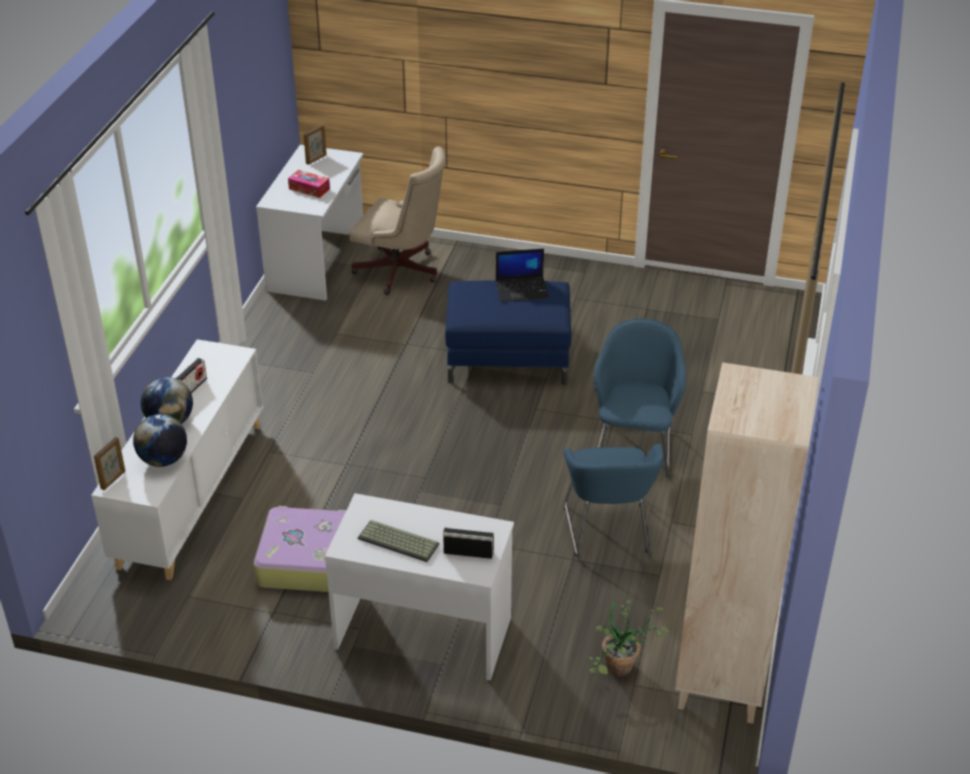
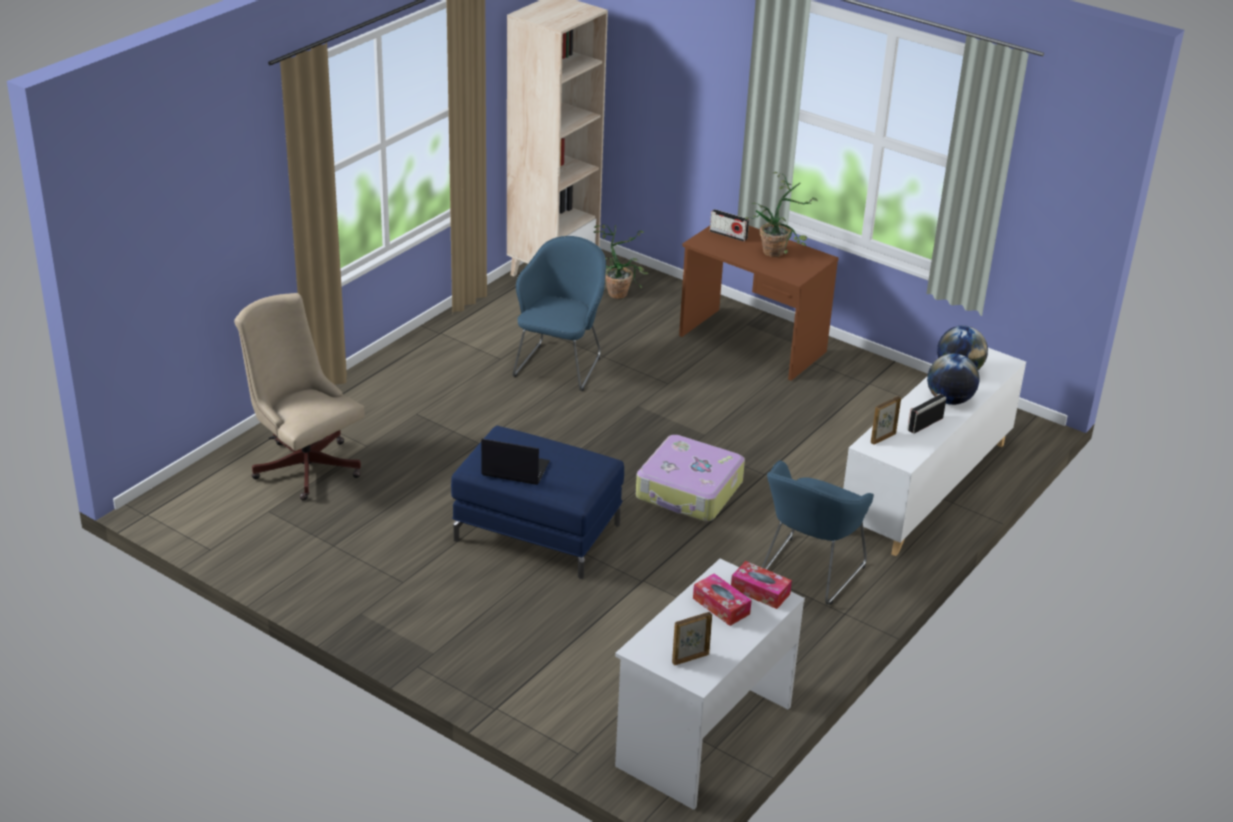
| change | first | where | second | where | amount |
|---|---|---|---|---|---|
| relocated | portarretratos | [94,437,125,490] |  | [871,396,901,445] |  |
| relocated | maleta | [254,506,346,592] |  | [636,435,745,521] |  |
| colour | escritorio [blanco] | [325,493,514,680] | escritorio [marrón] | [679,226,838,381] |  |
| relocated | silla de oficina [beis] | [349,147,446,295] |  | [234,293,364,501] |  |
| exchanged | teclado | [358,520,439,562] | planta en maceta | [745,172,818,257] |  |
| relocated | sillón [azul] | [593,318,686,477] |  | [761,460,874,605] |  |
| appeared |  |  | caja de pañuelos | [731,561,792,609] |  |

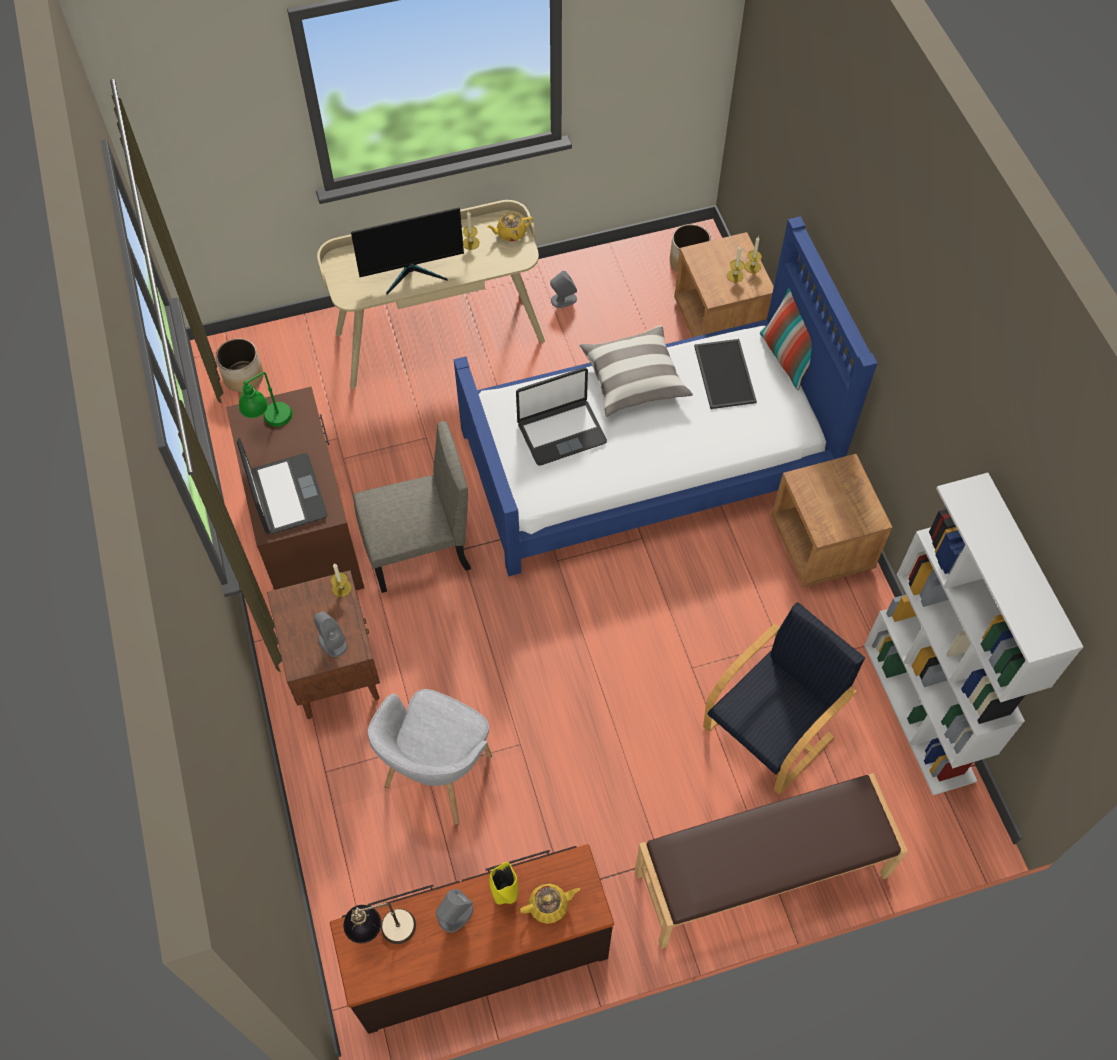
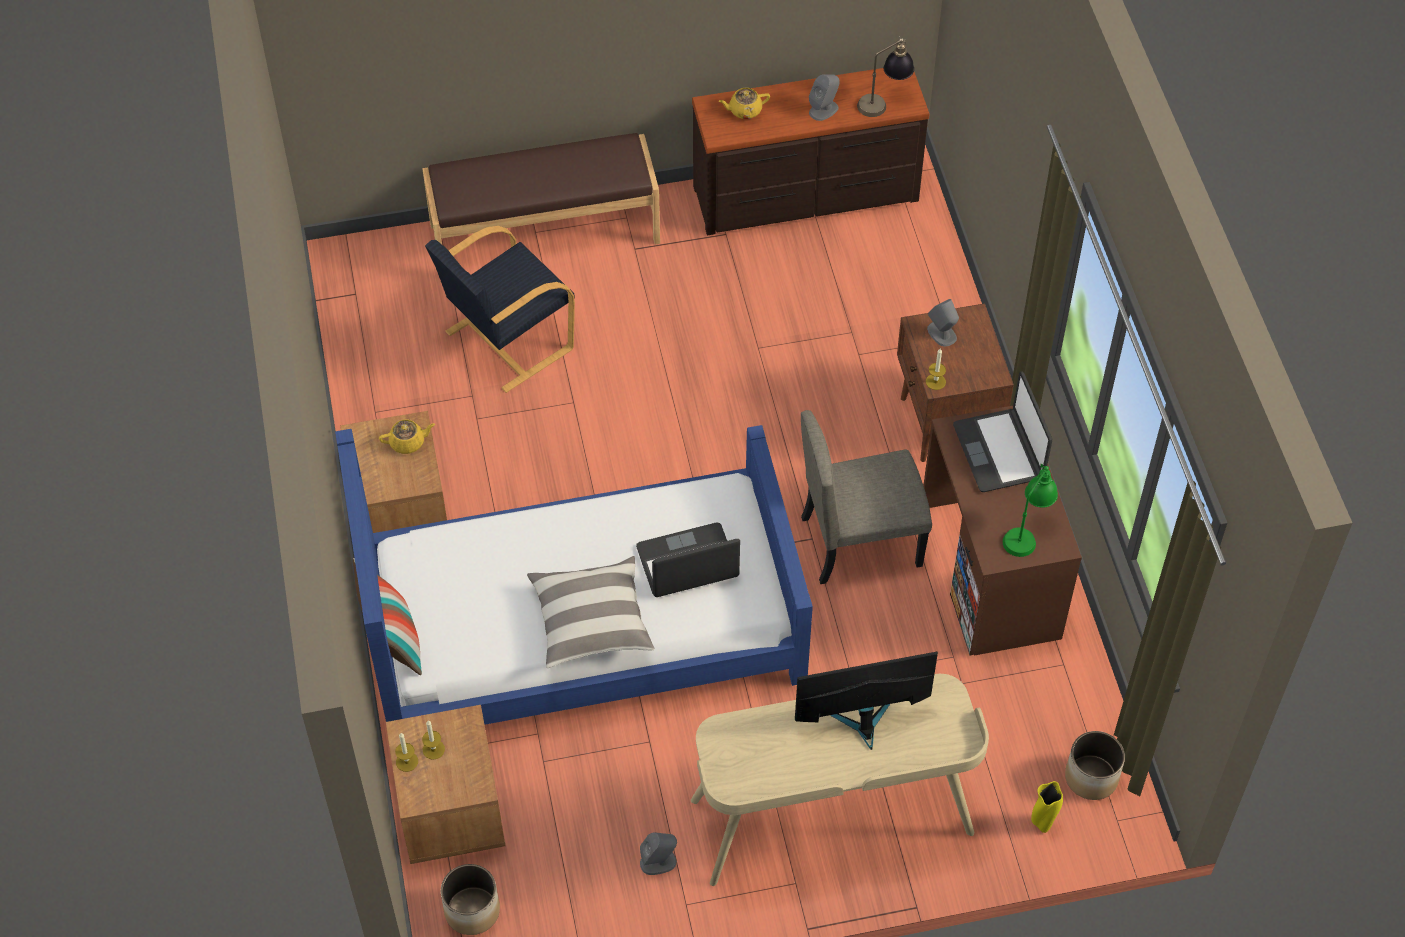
| change | first | where | second | where | amount |
|---|---|---|---|---|---|
| missing | sillón [gris] | [368,689,492,825] |  |  |  |
| missing | vela | [463,211,480,250] |  |  |  |
| relocated | tetera [amarillo] | [487,213,533,241] |  | [379,420,435,454] |  |
| relocated | florero [amarillo] | [489,862,518,905] |  | [1031,781,1063,833] |  |
| missing | bandeja | [694,339,757,409] |  |  |  |
| missing | estantería [blanco] | [864,473,1083,795] |  |  |  |

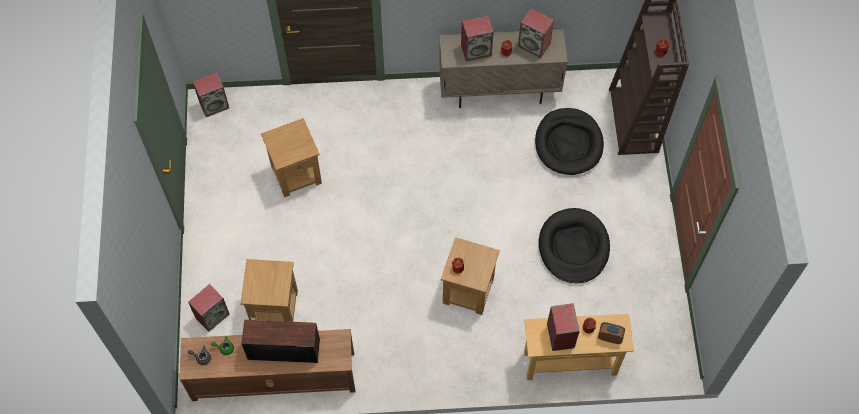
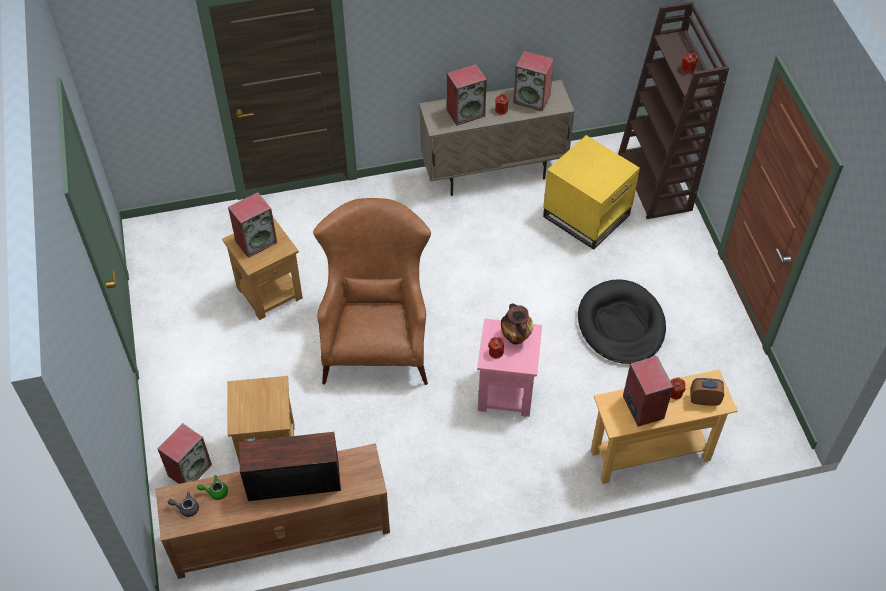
| change | first | where | second | where | amount |
|---|---|---|---|---|---|
| relocated | altavoz | [193,72,229,117] |  | [228,192,277,258] |  |
| colour | mesa auxiliar [marrón] | [441,237,500,315] | mesa auxiliar [rosa] | [477,319,542,417] |  |
| exchanged | cama para perro [negro] | [535,108,604,175] | mesa auxiliar [amarillo] | [543,135,640,250] |  |
| appeared |  |  | sillón [marrón] | [313,198,431,385] |  |
| appeared |  |  | florero | [501,303,533,344] |  |

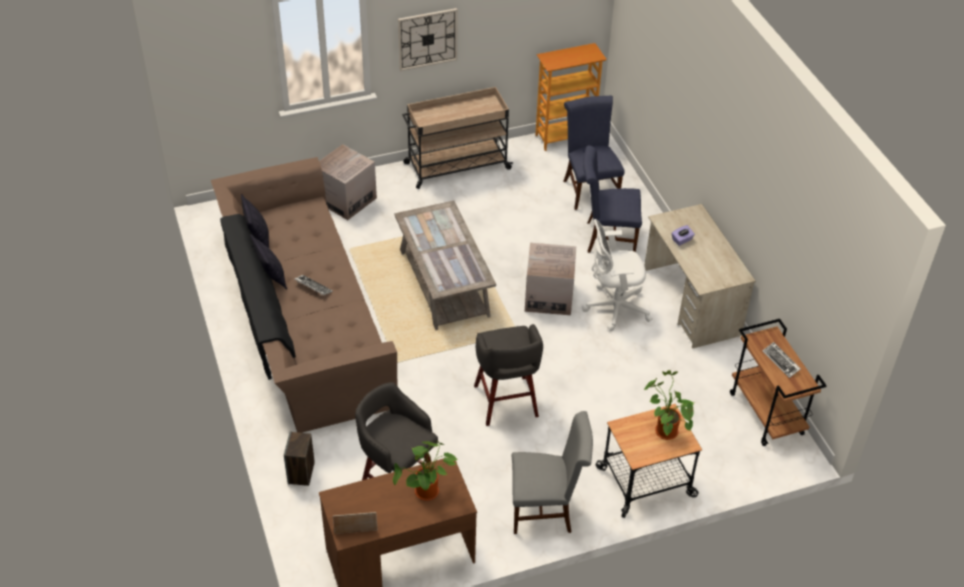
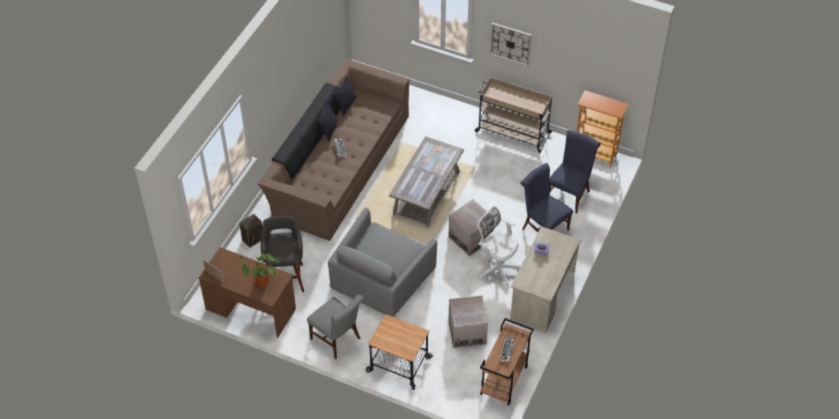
| change | first | where | second | where | amount |
|---|---|---|---|---|---|
| relocated | caja de cartón | [319,144,377,220] |  | [448,296,488,348] |  |
| exchanged | taburete [gris] | [474,324,543,426] | sillón [gris] | [328,208,437,317] |  |
| missing | planta en maceta | [644,370,694,440] |  |  |  |

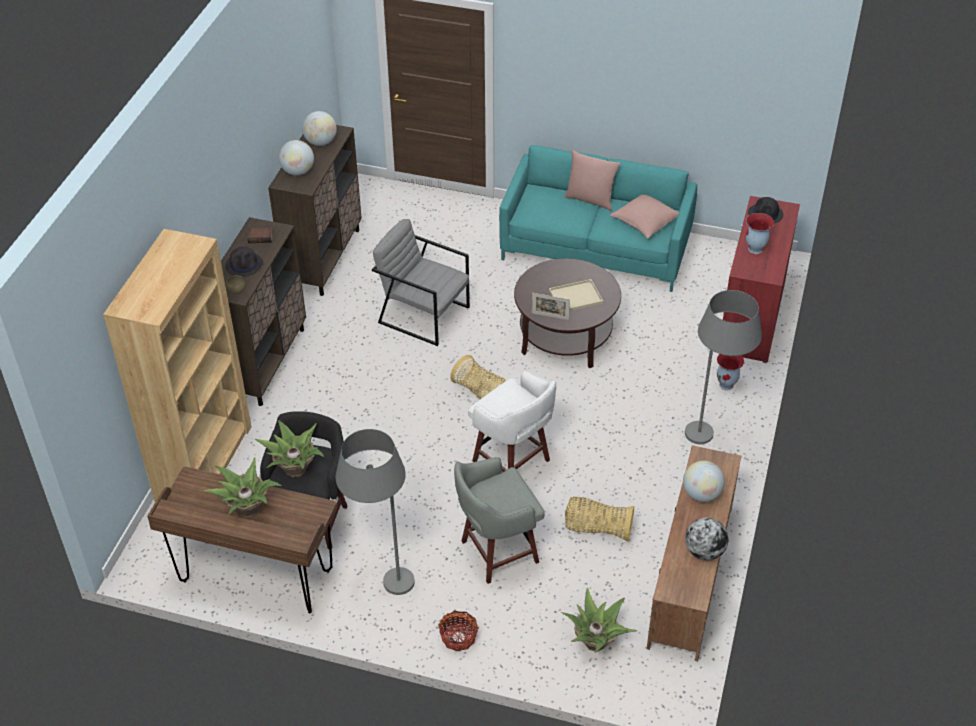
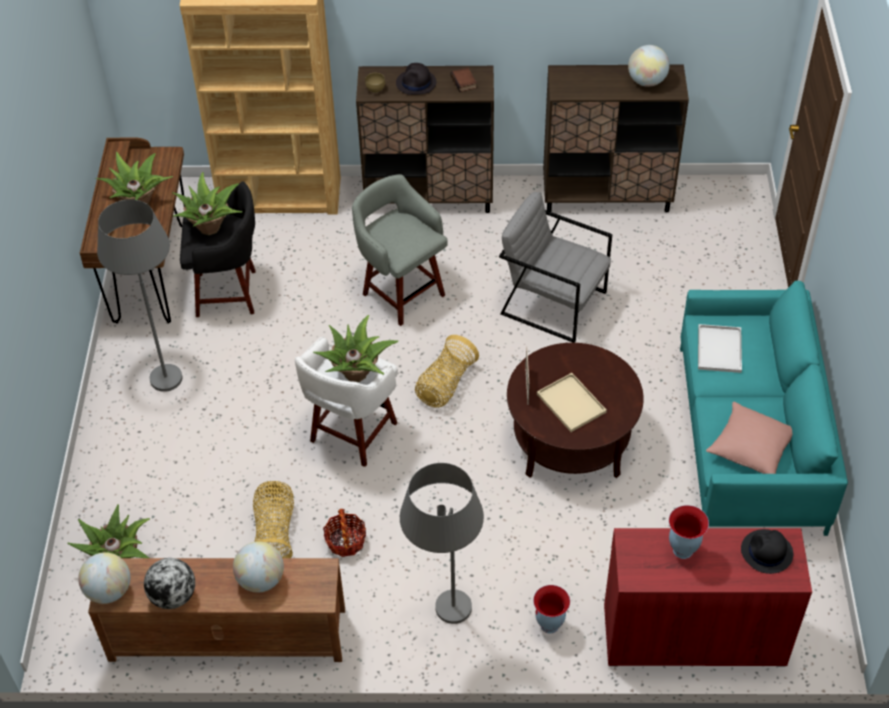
| change | first | where | second | where | amount |
|---|---|---|---|---|---|
| relocated | globo terráqueo | [279,140,314,175] |  | [78,552,130,604] |  |
| spun | sillón [gris] | [372,219,470,346] |  | [499,192,613,343] | 75 degrees counterclockwise |
| relocated | cesta | [438,611,479,651] |  | [323,509,366,557] |  |
| relocated | taburete [gris] | [454,457,545,584] |  | [352,174,448,326] |  |
| missing | cojín [rosa] | [564,150,620,211] |  |  |  |
| appeared |  |  | planta en maceta | [313,315,398,382] |  |
| appeared |  |  | bandeja [blanco] | [698,324,742,373] |  |

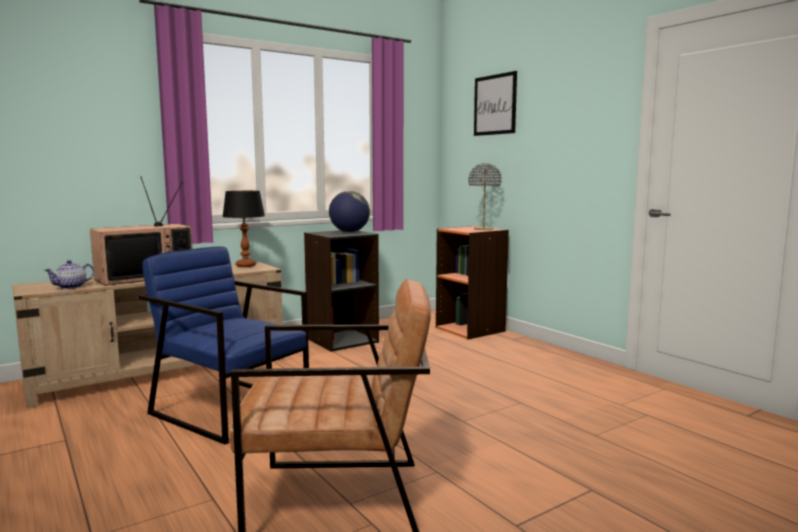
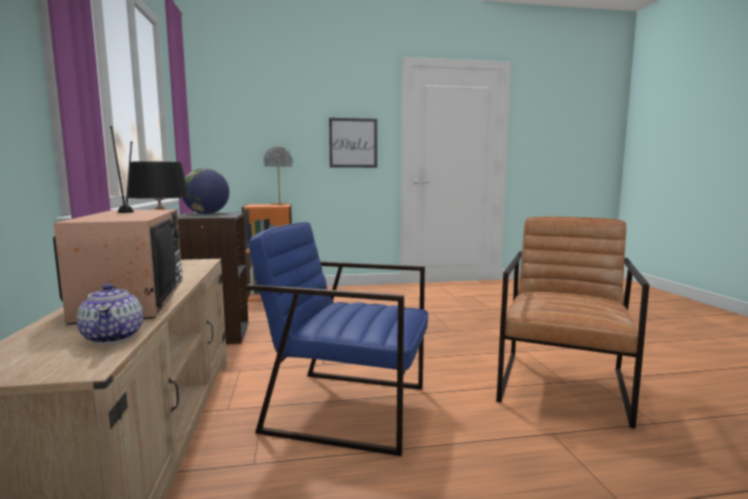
| change | first | where | second | where | amount |
|---|---|---|---|---|---|
| spun | sillón [azul] | [139,247,309,445] |  | [246,222,428,456] | 45 degrees clockwise |
| relocated | cuadro | [474,71,517,136] |  | [329,118,377,168] |  |

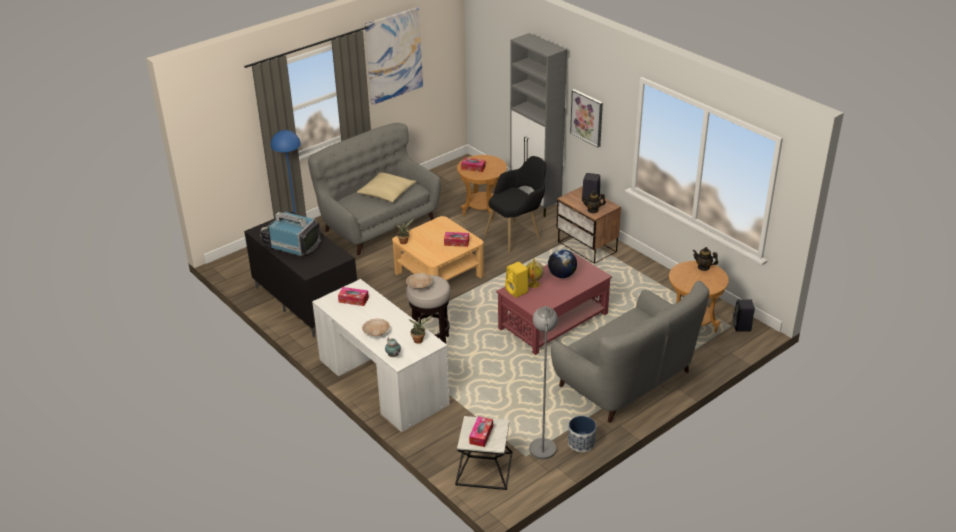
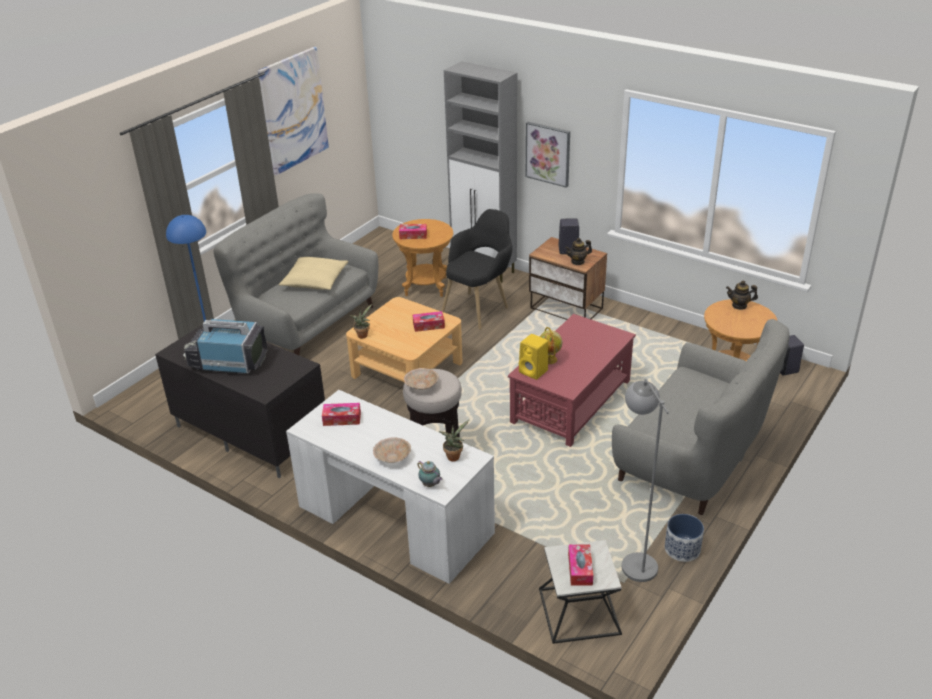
| change | first | where | second | where | amount |
|---|---|---|---|---|---|
| missing | globo terráqueo | [548,249,577,278] |  |  |  |

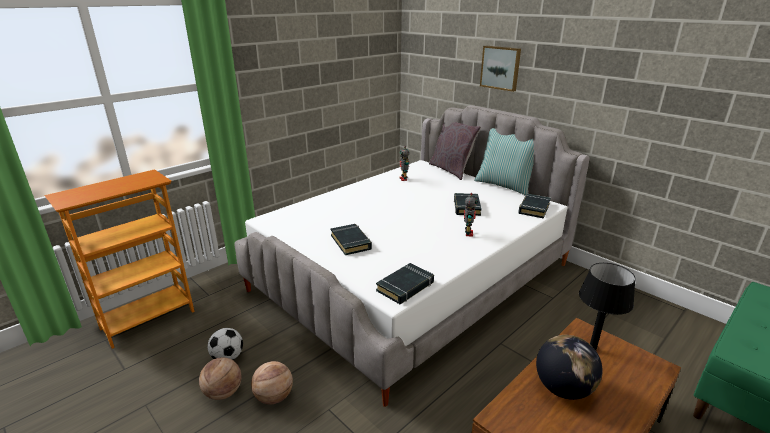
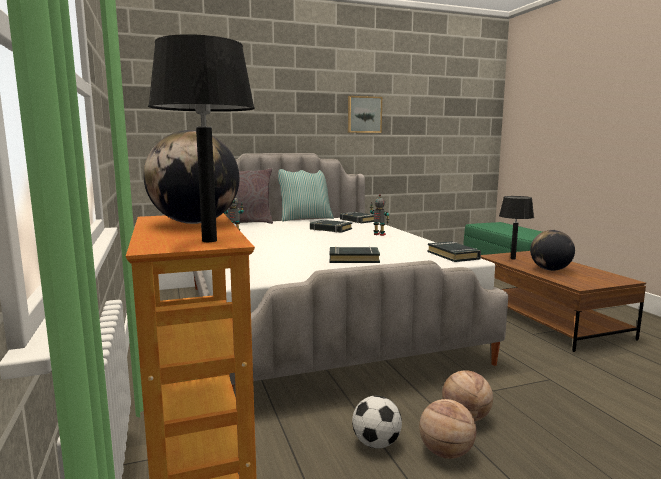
| change | first | where | second | where | amount |
|---|---|---|---|---|---|
| relocated | cuadro | [480,46,521,92] |  | [348,96,382,133] |  |
| appeared |  |  | globo terráqueo | [143,130,239,224] |  |
| appeared |  |  | lámpara de mesa [negro] | [148,34,255,242] |  |

